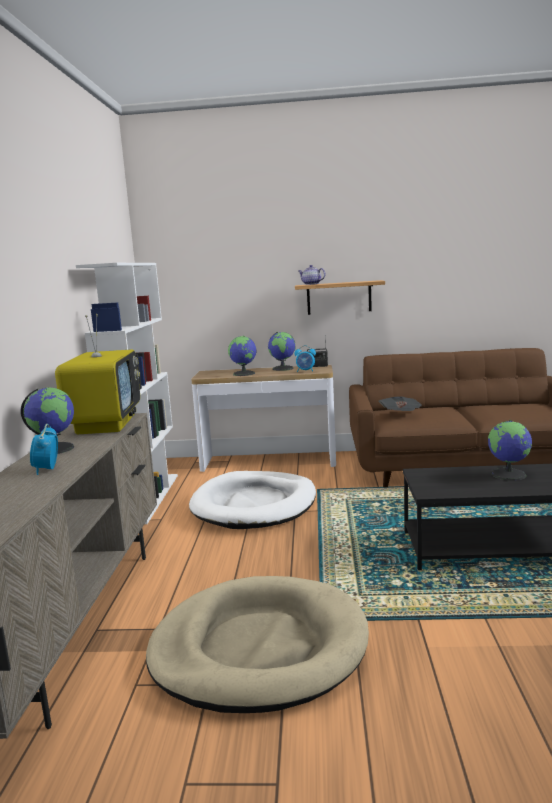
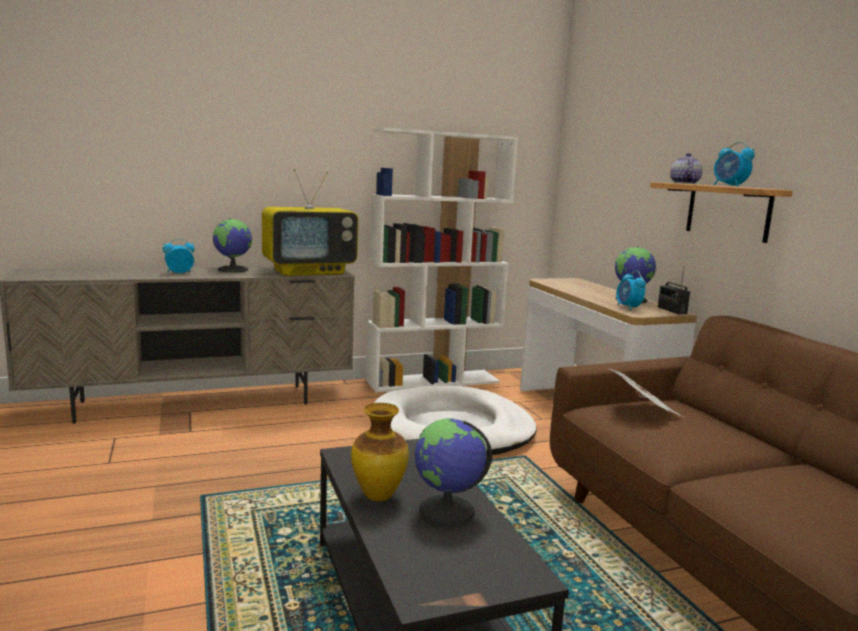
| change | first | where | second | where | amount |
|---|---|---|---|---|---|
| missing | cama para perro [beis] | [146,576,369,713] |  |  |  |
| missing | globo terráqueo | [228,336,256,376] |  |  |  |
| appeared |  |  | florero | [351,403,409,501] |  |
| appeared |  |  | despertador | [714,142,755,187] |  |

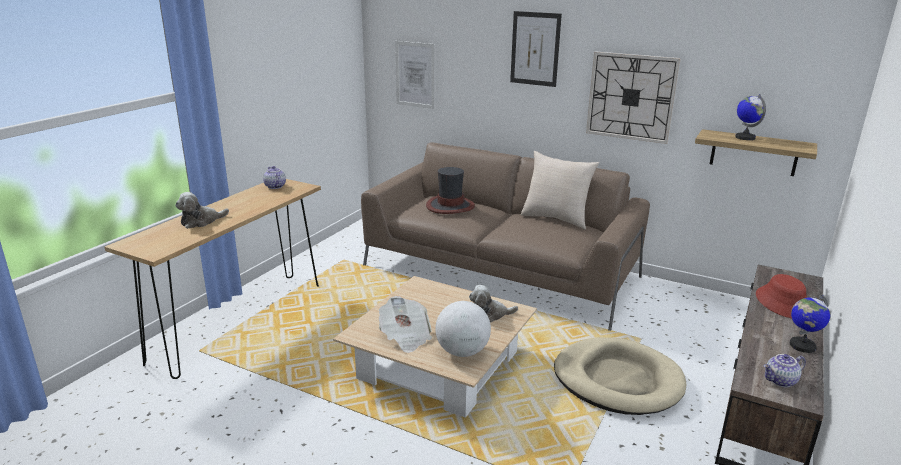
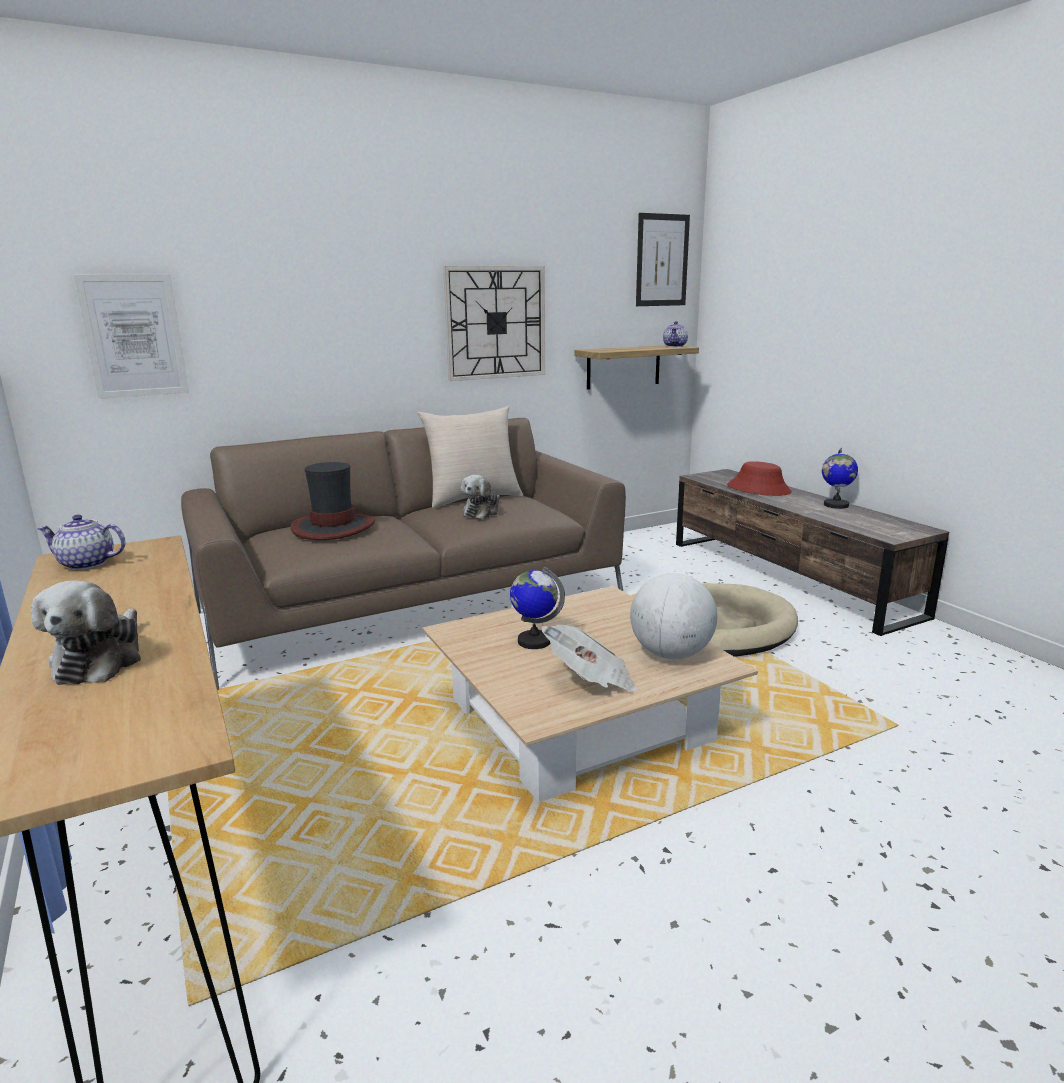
| change | first | where | second | where | amount |
|---|---|---|---|---|---|
| relocated | peluche | [469,285,518,323] |  | [461,475,500,519] |  |
| relocated | cuadro | [510,11,562,87] |  | [636,213,690,306] |  |
| relocated | globo terráqueo | [735,94,766,140] |  | [510,567,565,649] |  |
| relocated | tetera | [764,354,806,387] |  | [663,321,688,347] |  |

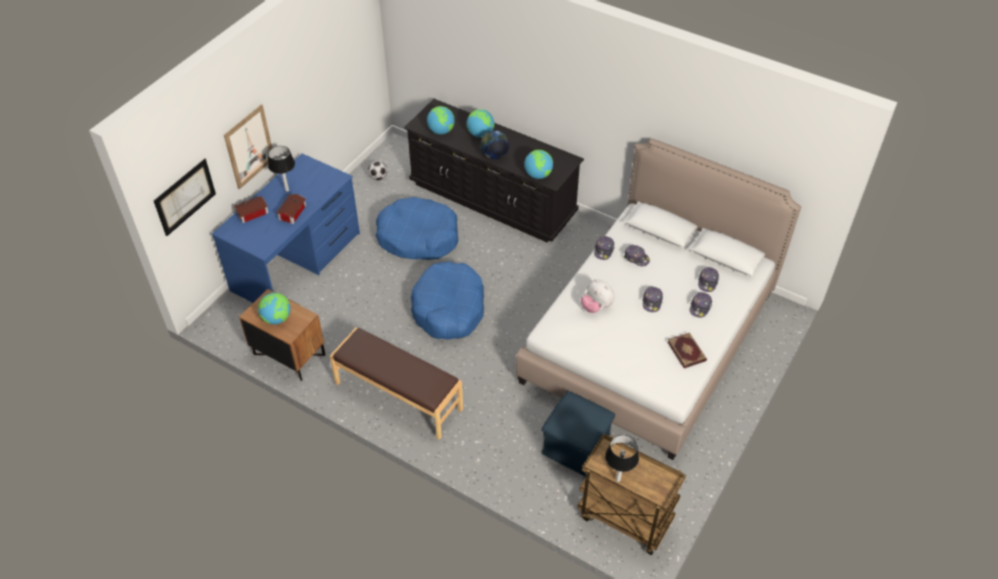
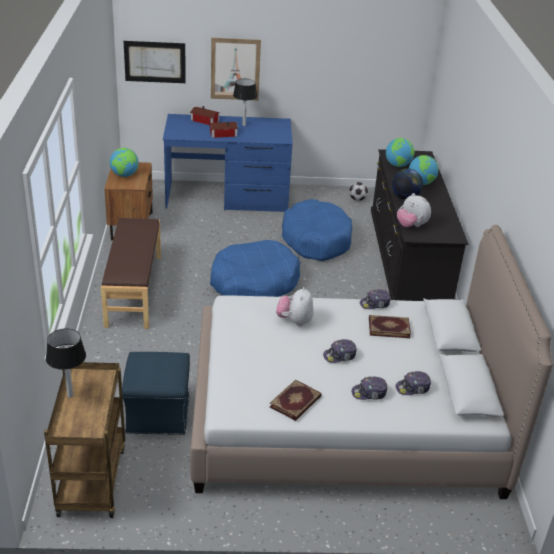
| change | first | where | second | where | amount |
|---|---|---|---|---|---|
| exchanged | globo terráqueo | [524,150,553,179] | peluche | [397,193,431,227] |  |
| exchanged | gorra | [624,245,650,266] | libro | [369,315,411,338] |  |

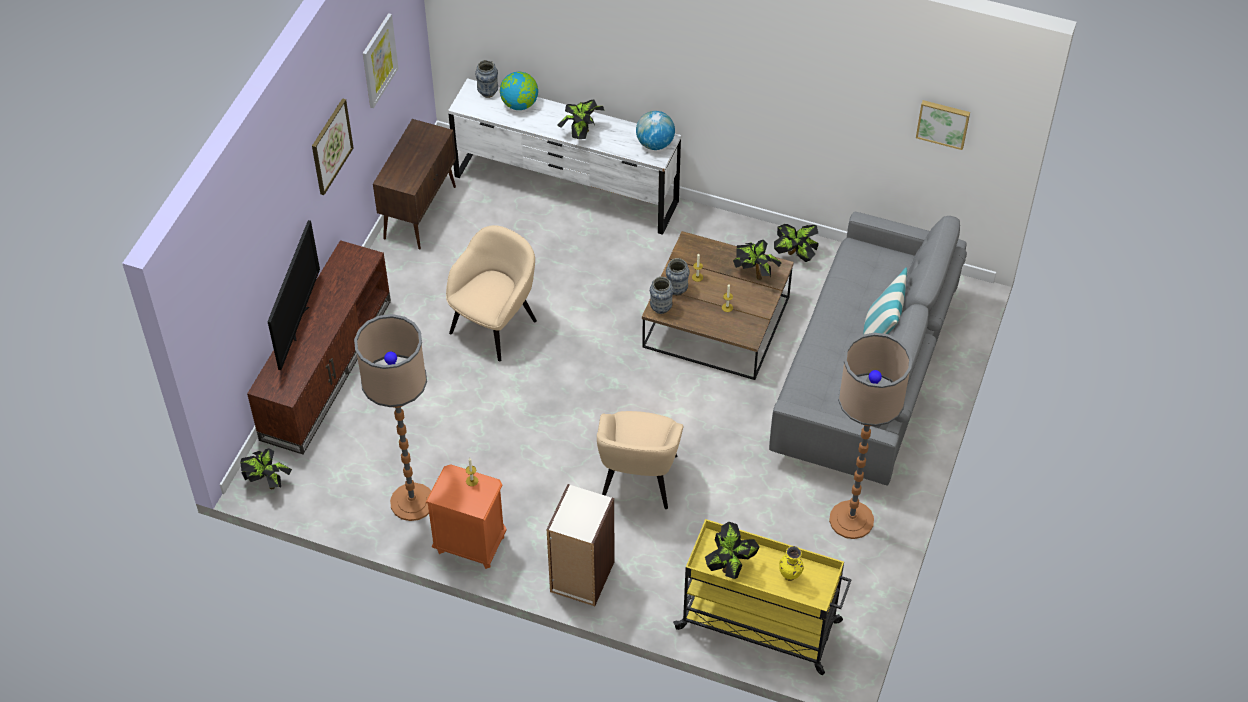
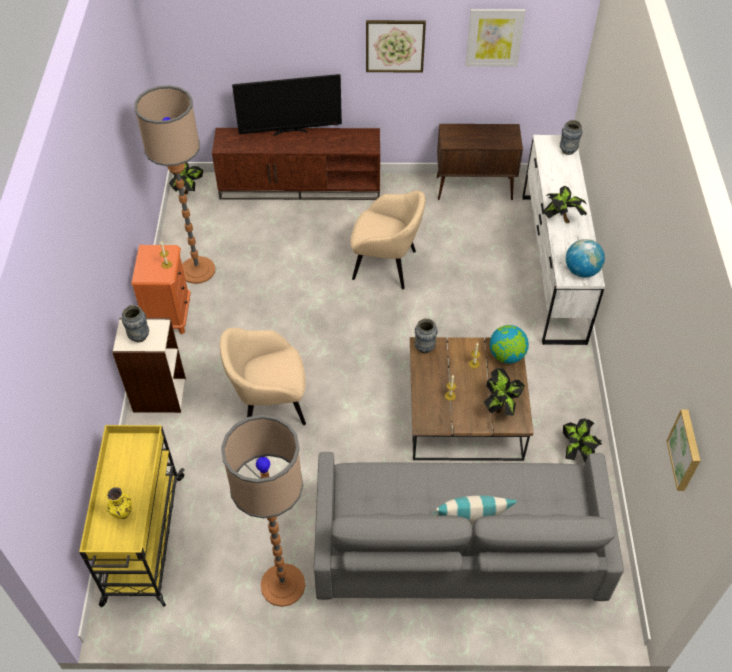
| change | first | where | second | where | amount |
|---|---|---|---|---|---|
| relocated | globo terráqueo | [500,72,538,110] |  | [490,325,529,364] |  |
| relocated | florero | [666,258,690,296] |  | [122,305,149,343] |  |
| missing | planta en maceta | [705,522,760,579] |  |  |  |

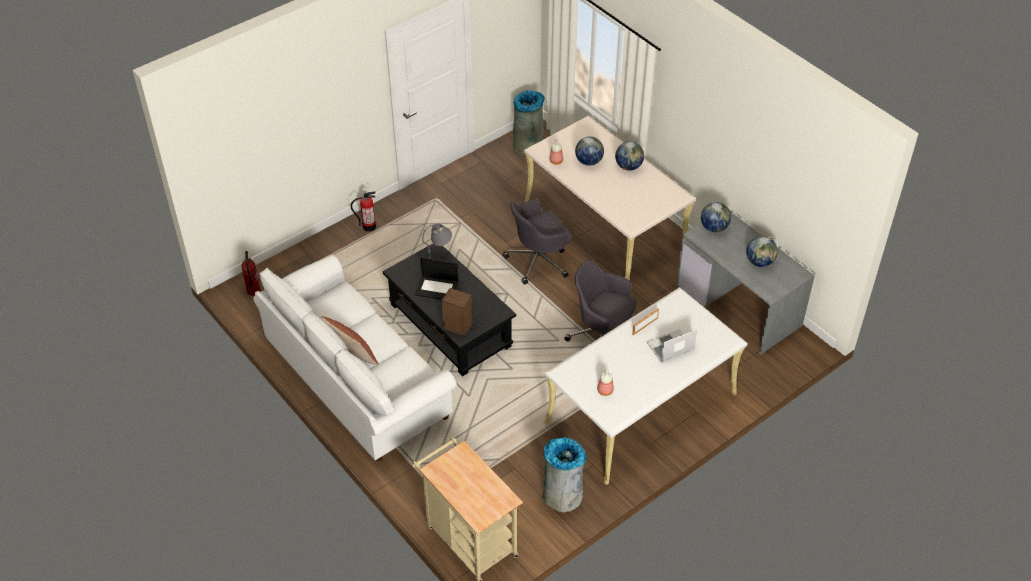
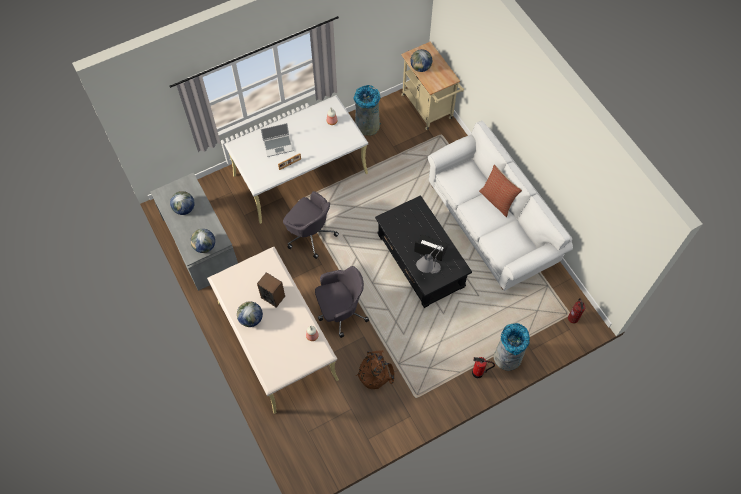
| change | first | where | second | where | amount |
|---|---|---|---|---|---|
| relocated | altavoz | [441,288,473,336] |  | [257,272,285,308] |  |
| relocated | papelera [gris] | [513,90,545,157] |  | [493,323,530,371] |  |
| relocated | globo terráqueo | [575,137,604,166] |  | [410,49,432,72] |  |
| appeared |  |  | mochila [marrón] | [356,350,395,389] |  |

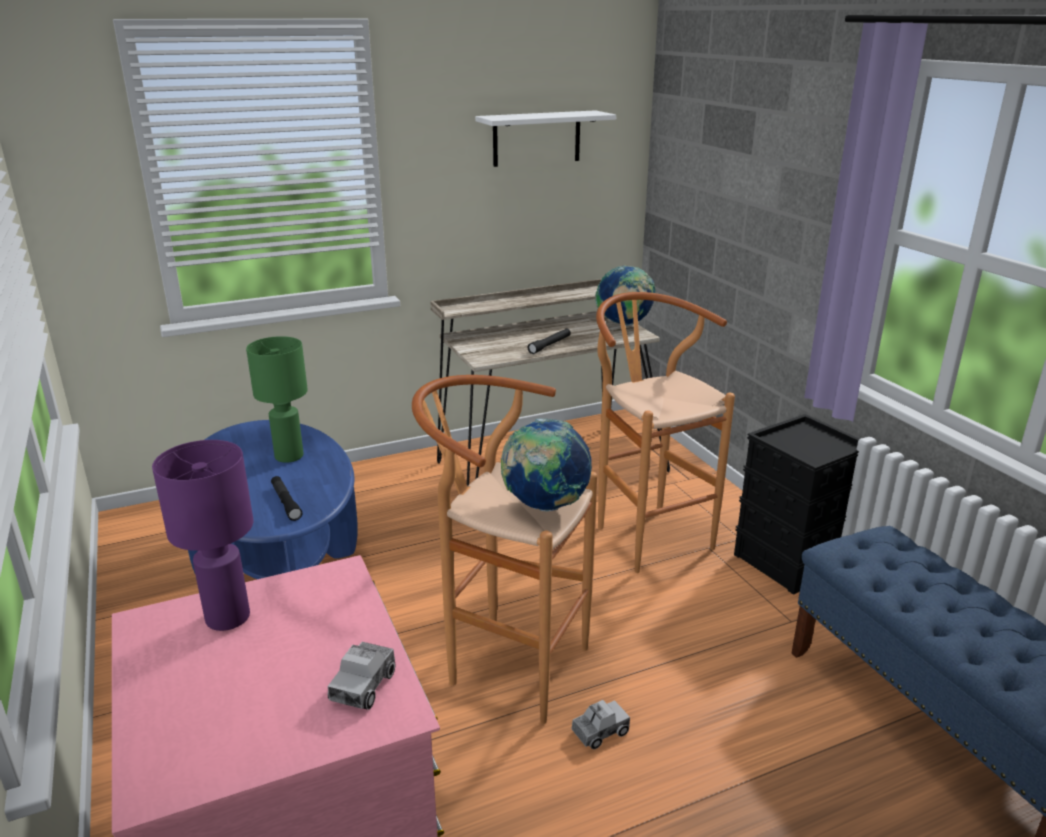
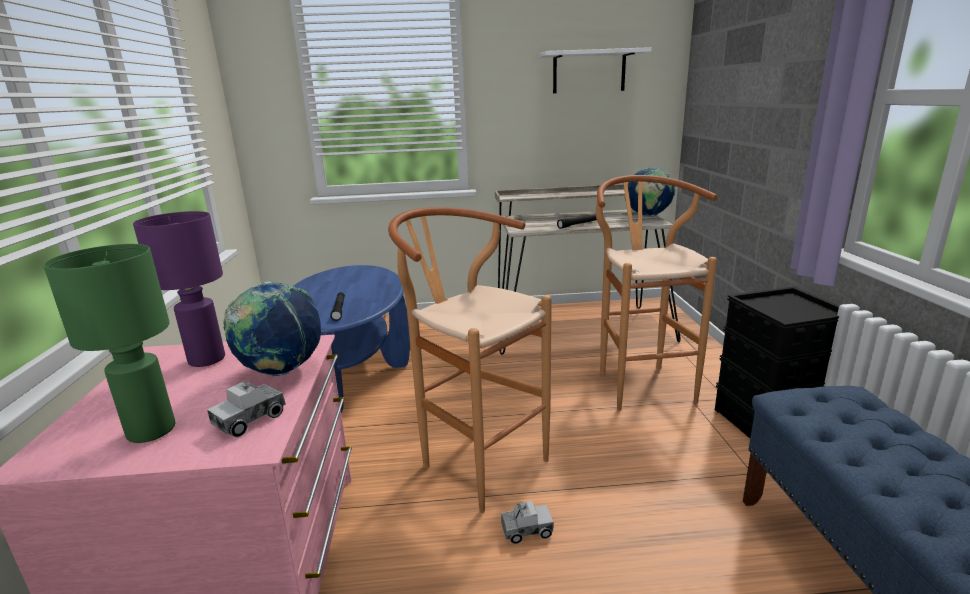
| change | first | where | second | where | amount |
|---|---|---|---|---|---|
| relocated | lámpara de mesa [verde] | [246,336,308,463] |  | [43,244,175,443] |  |
| relocated | globo terráqueo | [501,418,592,512] |  | [223,281,321,376] |  |

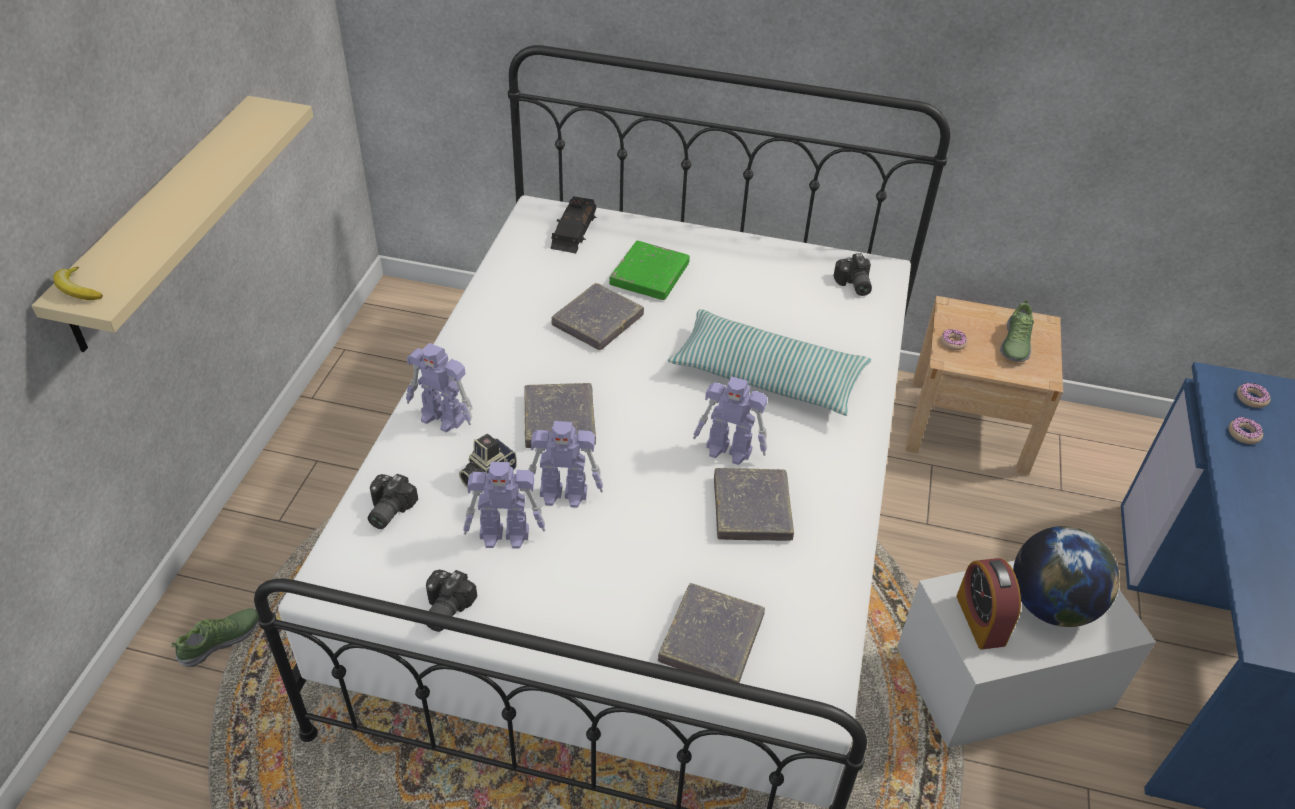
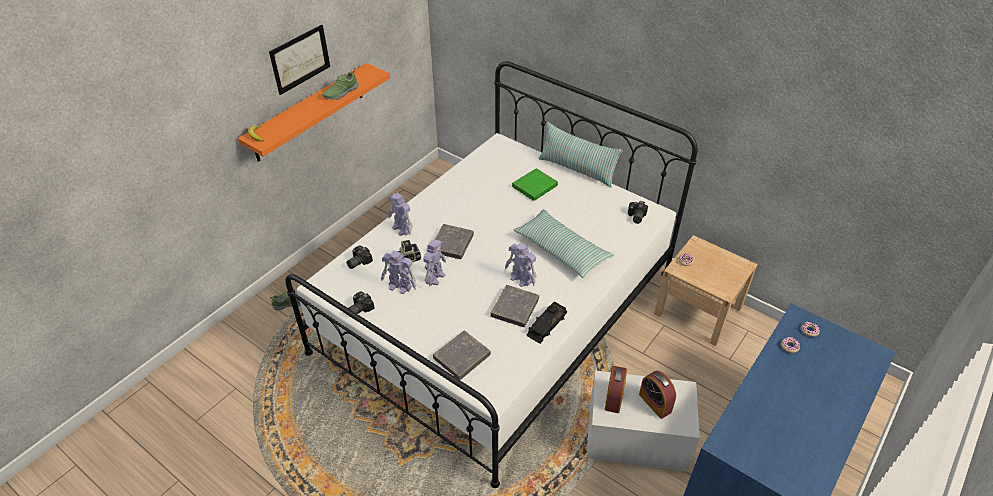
| change | first | where | second | where | amount |
|---|---|---|---|---|---|
| colour | estante [beis] | [32,96,313,352] | estante [naranja] | [238,63,390,162] |  |
| spun | robot de juguete | [528,421,603,508] |  | [423,240,446,287] | 90 degrees counterclockwise |
| relocated | coche de juguete [negro] | [550,196,597,253] |  | [526,302,567,344] |  |
| missing | libro [gris] | [551,283,644,350] |  |  |  |
| relocated | zapato | [1000,299,1034,362] |  | [322,70,359,100] |  |
| exchanged | globo terráqueo | [1013,526,1119,627] | despertador | [639,371,676,419] |  |
| appeared |  |  | cuadro | [269,25,330,95] |  |
| appeared |  |  | cojín | [539,122,623,188] |  |

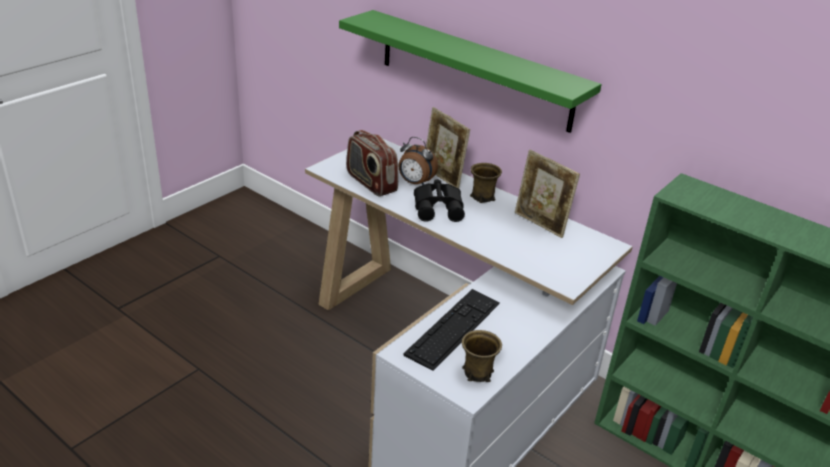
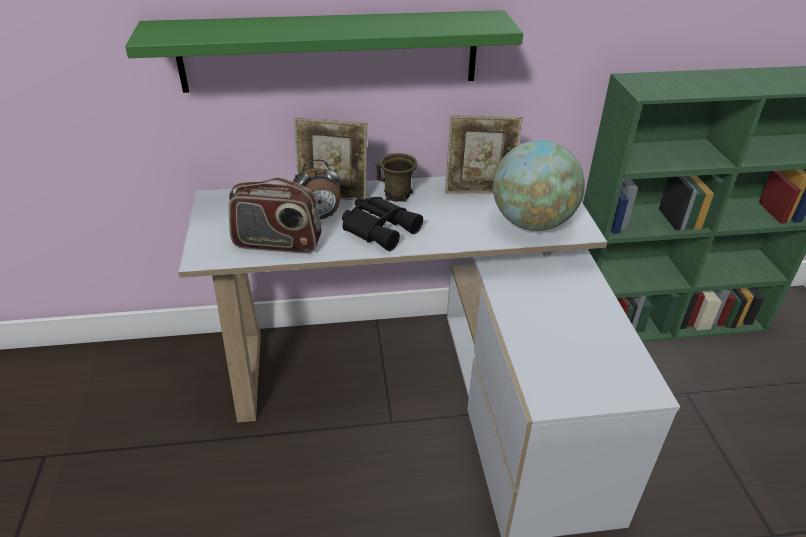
| change | first | where | second | where | amount |
|---|---|---|---|---|---|
| missing | teclado | [403,289,500,371] |  |  |  |
| missing | taza grande [marrón] | [462,330,502,382] |  |  |  |
| appeared |  |  | globo terráqueo | [493,140,585,231] |  |

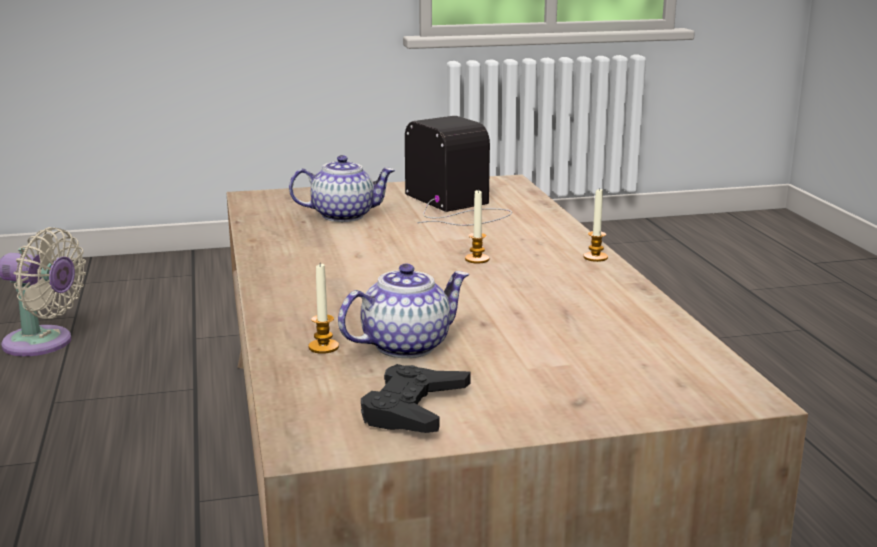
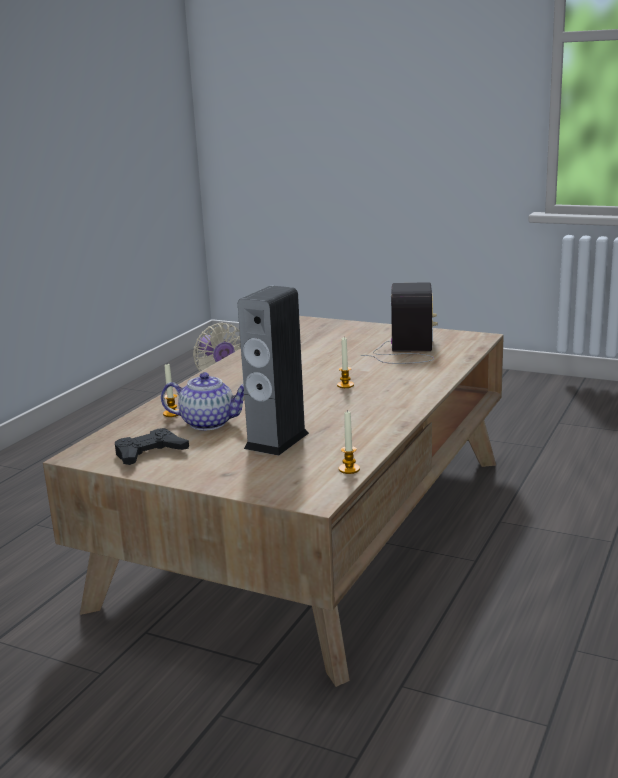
| change | first | where | second | where | amount |
|---|---|---|---|---|---|
| missing | tetera | [289,155,395,222] |  |  |  |
| relocated | vela | [584,187,608,262] |  | [339,410,360,474] |  |
| appeared |  |  | altavoz | [238,286,309,456] |  |

